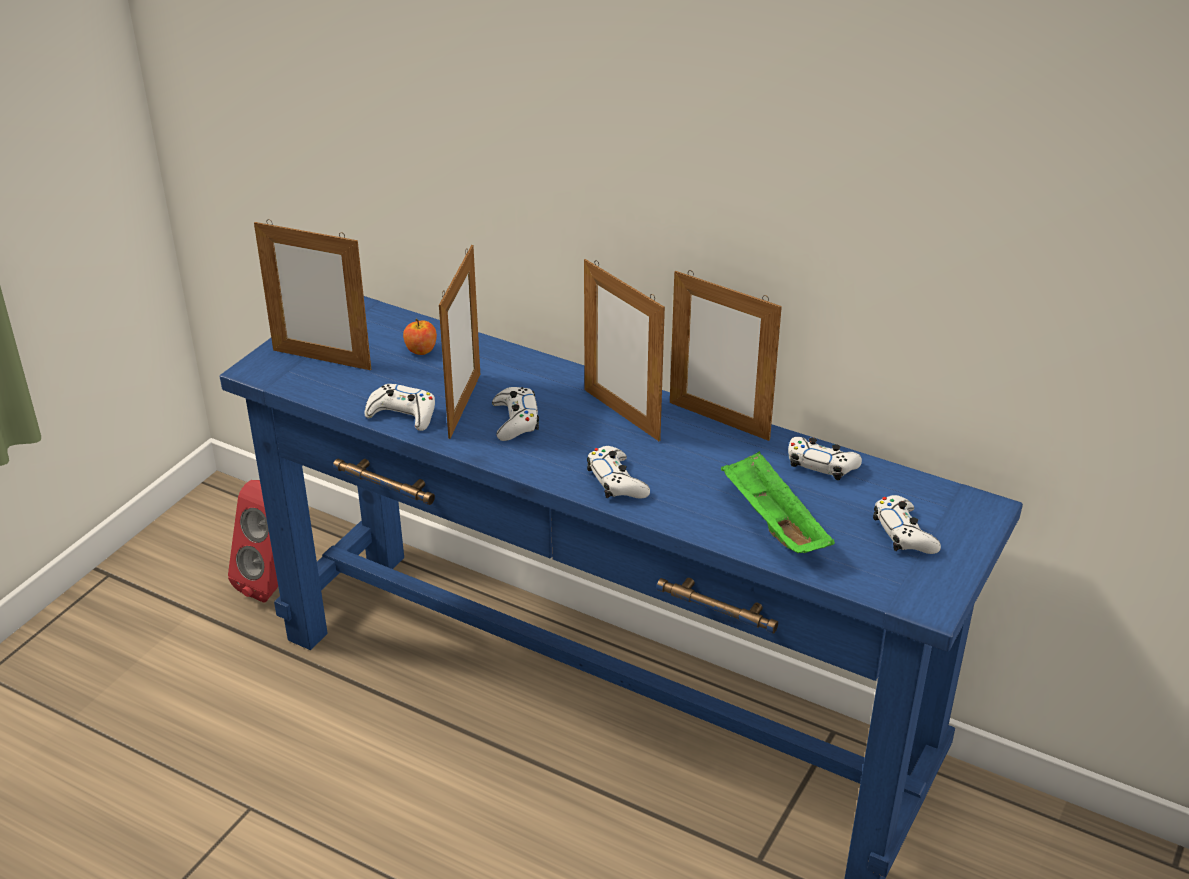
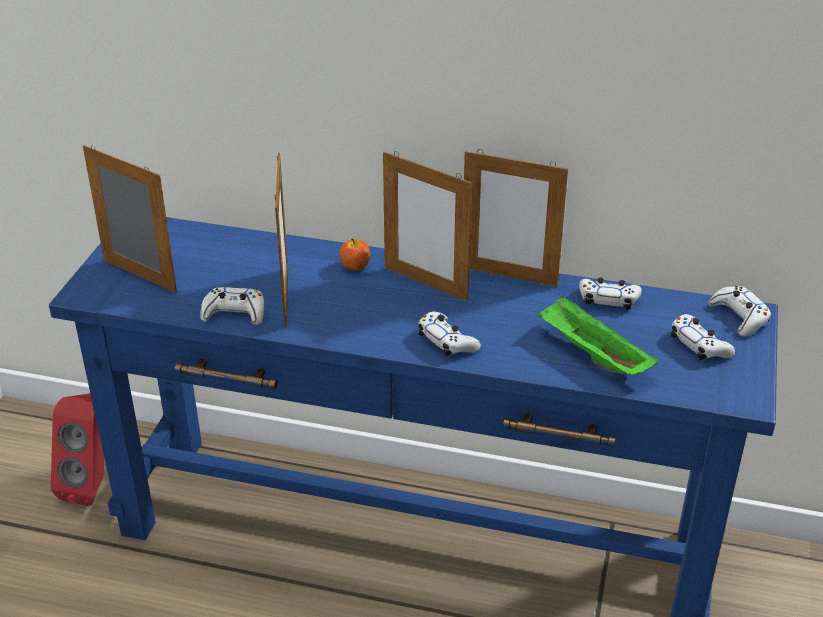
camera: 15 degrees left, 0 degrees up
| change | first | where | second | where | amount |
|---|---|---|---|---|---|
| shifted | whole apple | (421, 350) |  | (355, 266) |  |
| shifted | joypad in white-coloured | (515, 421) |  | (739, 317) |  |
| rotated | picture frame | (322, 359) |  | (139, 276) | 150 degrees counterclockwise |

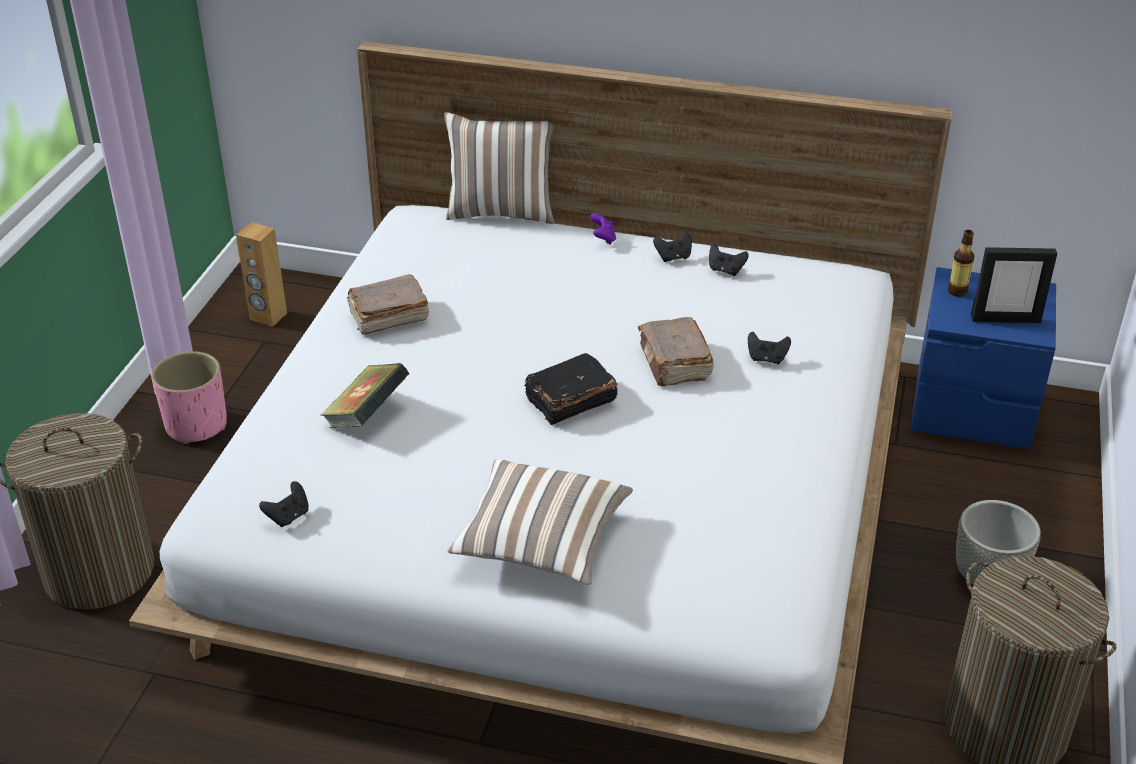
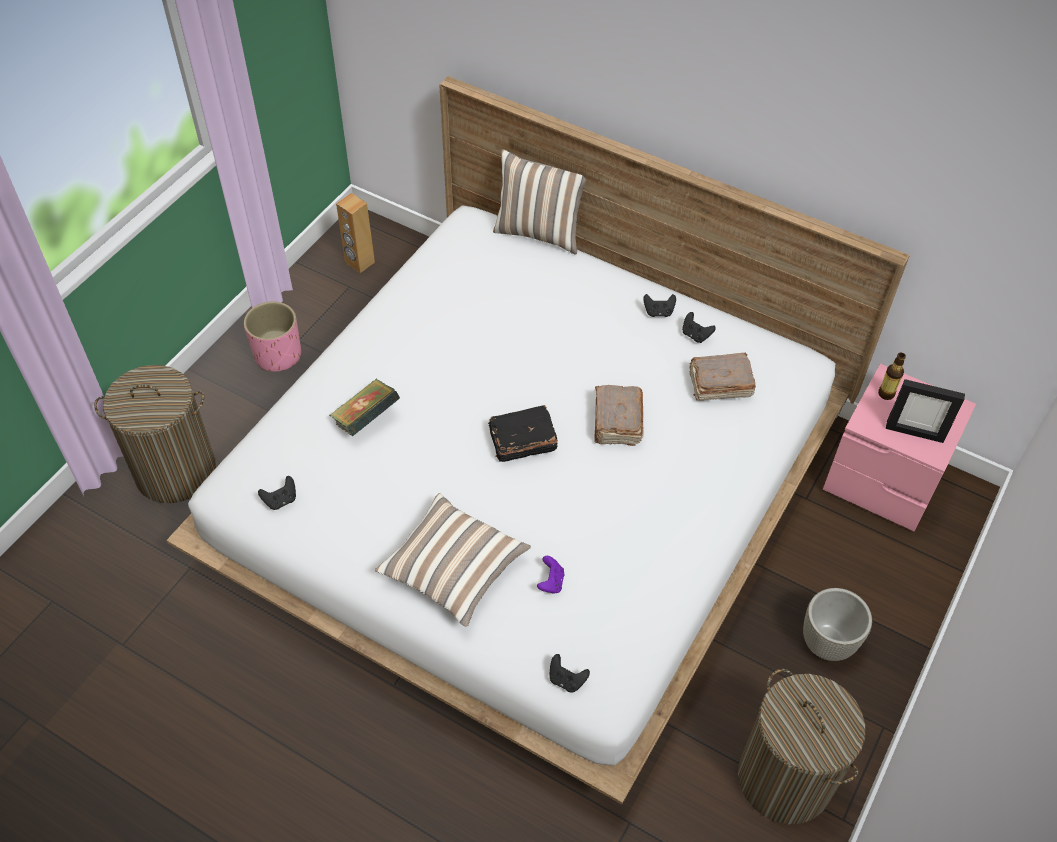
camera: 15 degrees right, 15 degrees up
| change | first | where | second | where | amount |
|---|---|---|---|---|---|
| shifted | book in brown-coloured | (387, 317) |  | (719, 385) |  |
| shifted | joypad in purple-coloured | (603, 239) |  | (551, 582) |  |
| shifted | joypad in black | (766, 359) |  | (566, 680) |  |
| repainted | bedside table in blue | (971, 408) | bedside table in pink-coloured | (884, 478) |  |

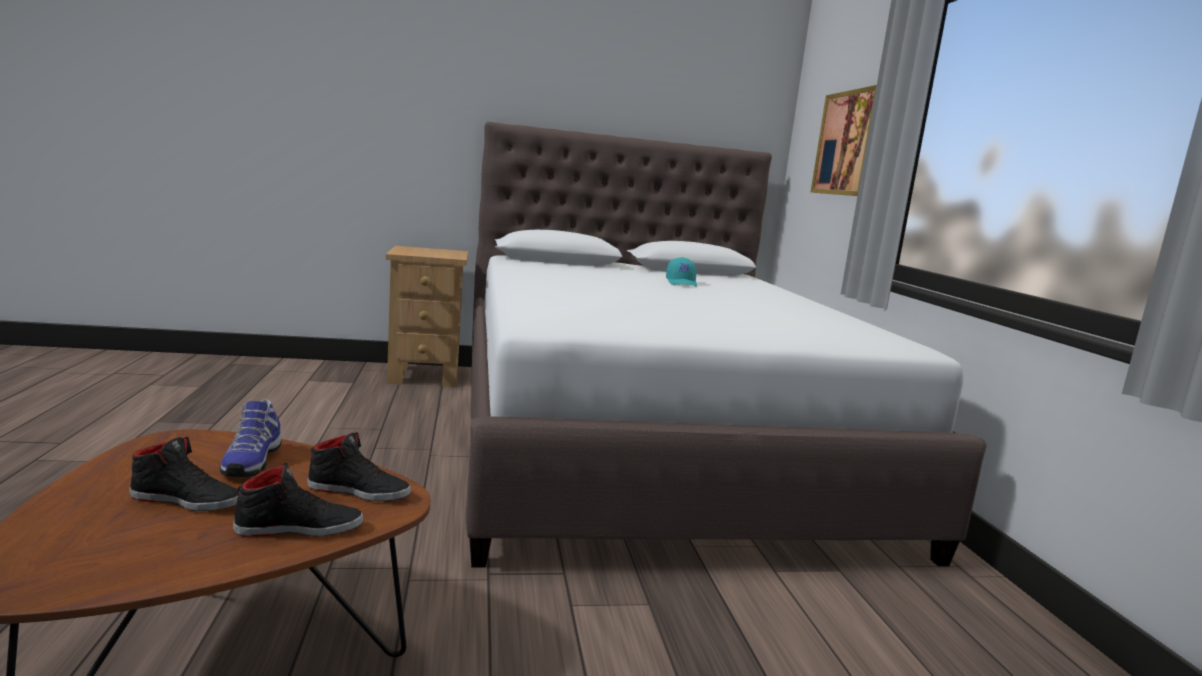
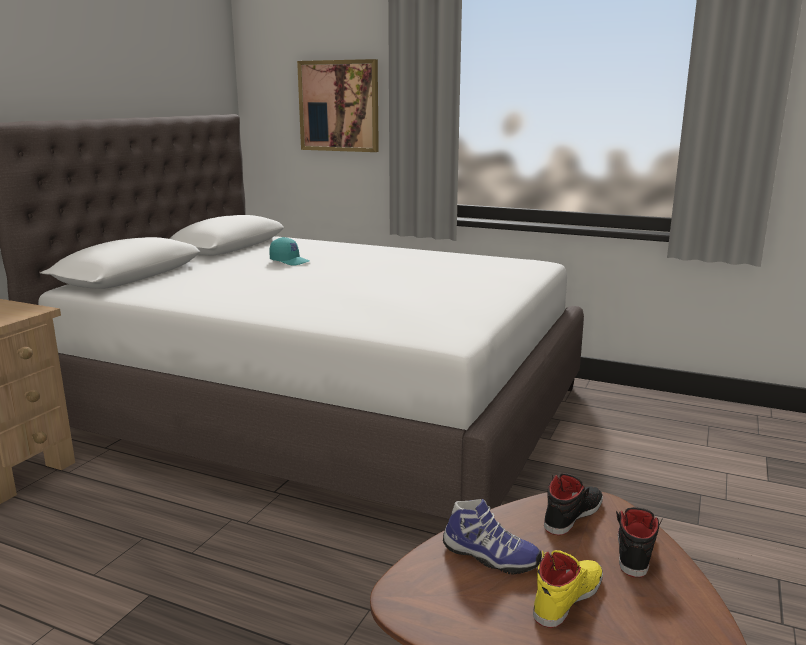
camera: 55 degrees left, 5 degrees up
| change | first | where | second | where | amount |
|---|---|---|---|---|---|
| repainted | low shoe in black | (187, 499) | low shoe in yellowish | (567, 597) |  |

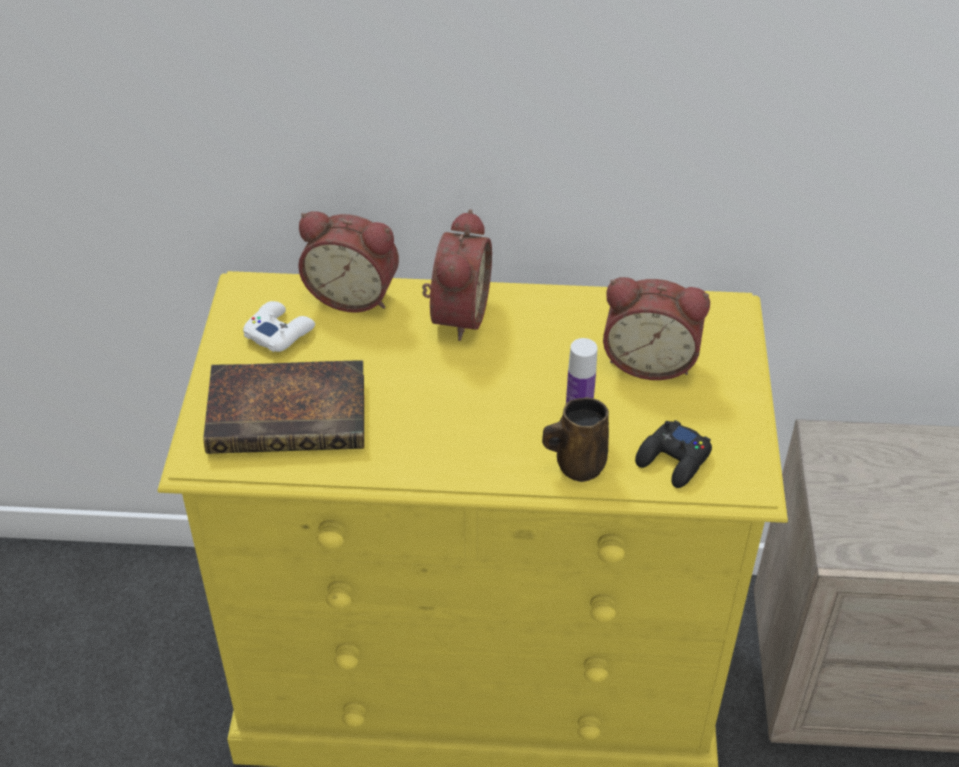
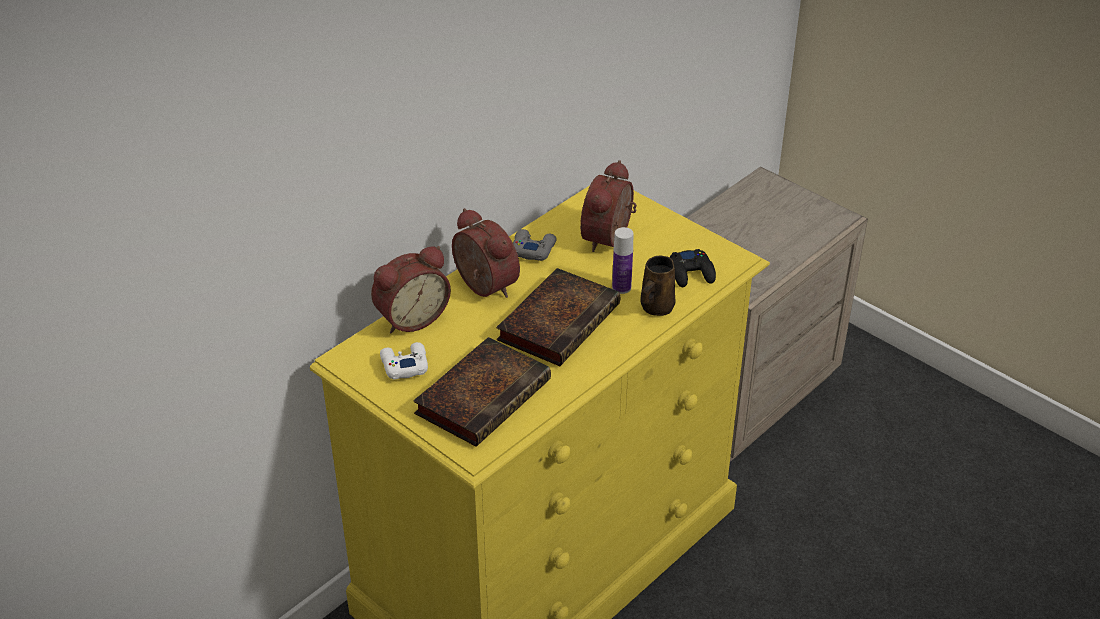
camera: 50 degrees left, 5 degrees down
| change | first | where | second | where | amount |
|---|---|---|---|---|---|
| new |  |  | book | (559, 321) |  |
| new |  |  | joypad in grey | (533, 249) |  |
| rotated | table clock | (650, 360) |  | (610, 238) | 150 degrees clockwise |

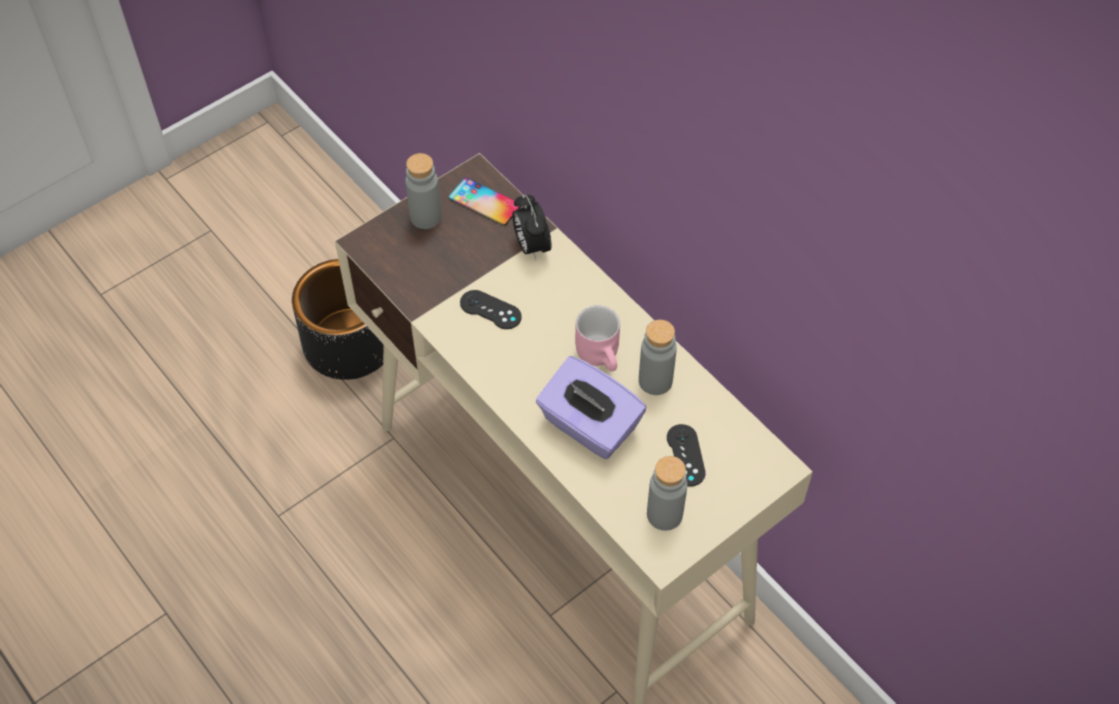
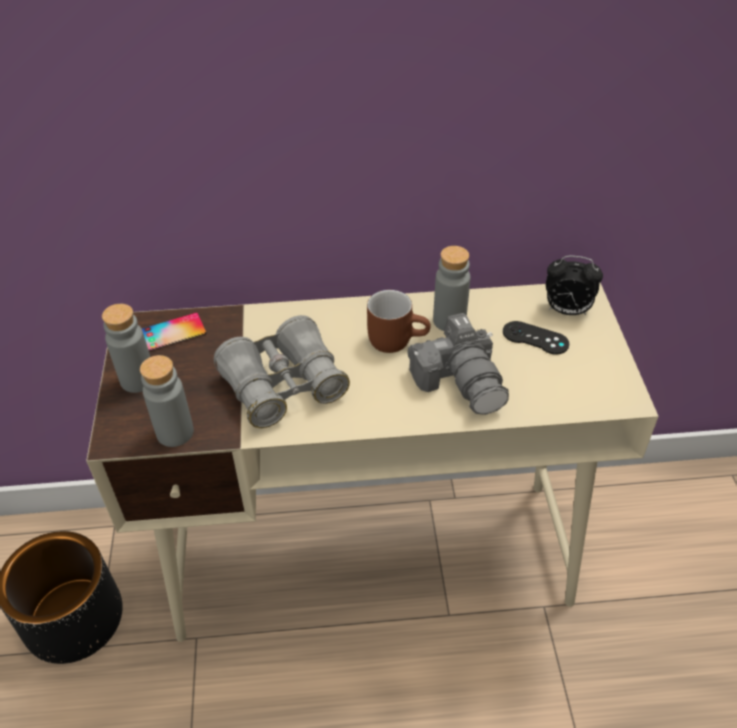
camera: 55 degrees left, 10 degrees down
| change | first | where | second | where | amount |
|---|---|---|---|---|---|
| shifted | table clock | (531, 246) |  | (566, 311) |  |
| shifted | beverage bottle in grey | (664, 514) |  | (175, 432) |  |
| swapped | joypad in black | (490, 310) | pair of binoculars in grey | (283, 385) |  |
| swapped | tissue box in purple-coloured | (589, 426) | still camera | (461, 381) |  |
| repainted | tea mug in pink-coloured | (602, 355) | tea mug in brown-coloured | (397, 338) |  |

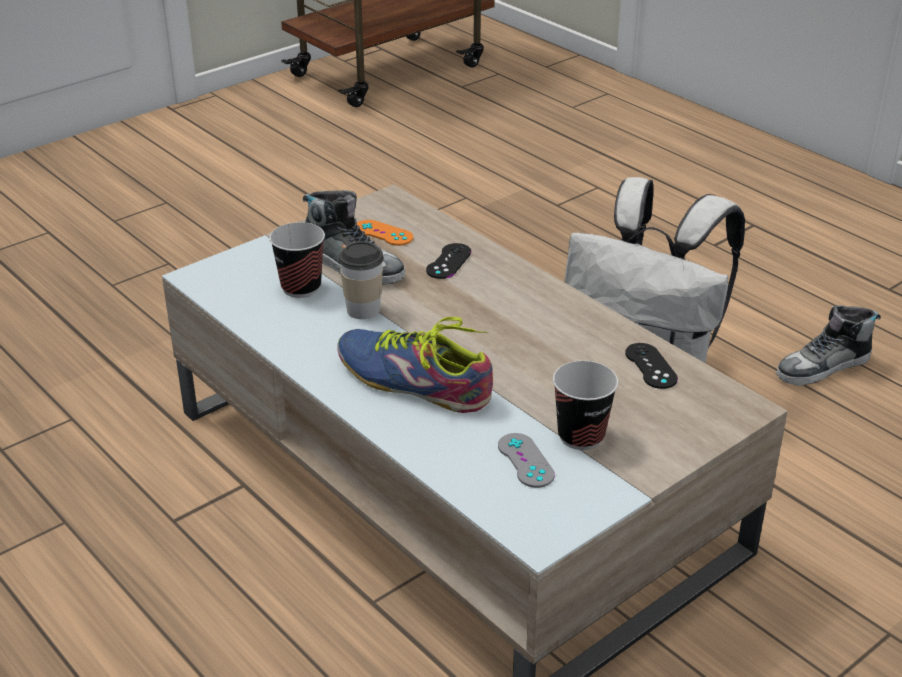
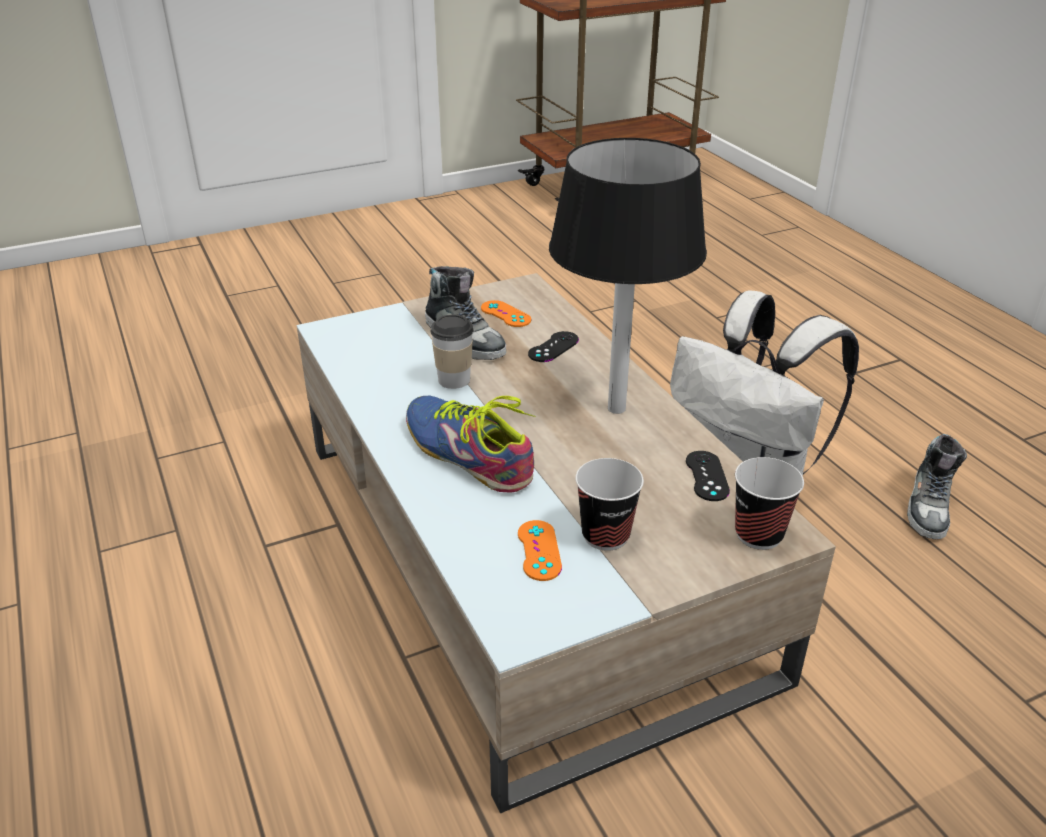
camera: 15 degrees right, 0 degrees up
| change | first | where | second | where | amount |
|---|---|---|---|---|---|
| new |  |  | tabletop lamp in black | (617, 408) |  |
| shifted | cup | (301, 287) |  | (758, 534) |  |
| repainted | joypad in grey | (525, 460) | joypad in orange-coloured | (539, 550) |  |
| rotated | low shoe | (823, 367) |  | (929, 506) | 60 degrees counterclockwise |

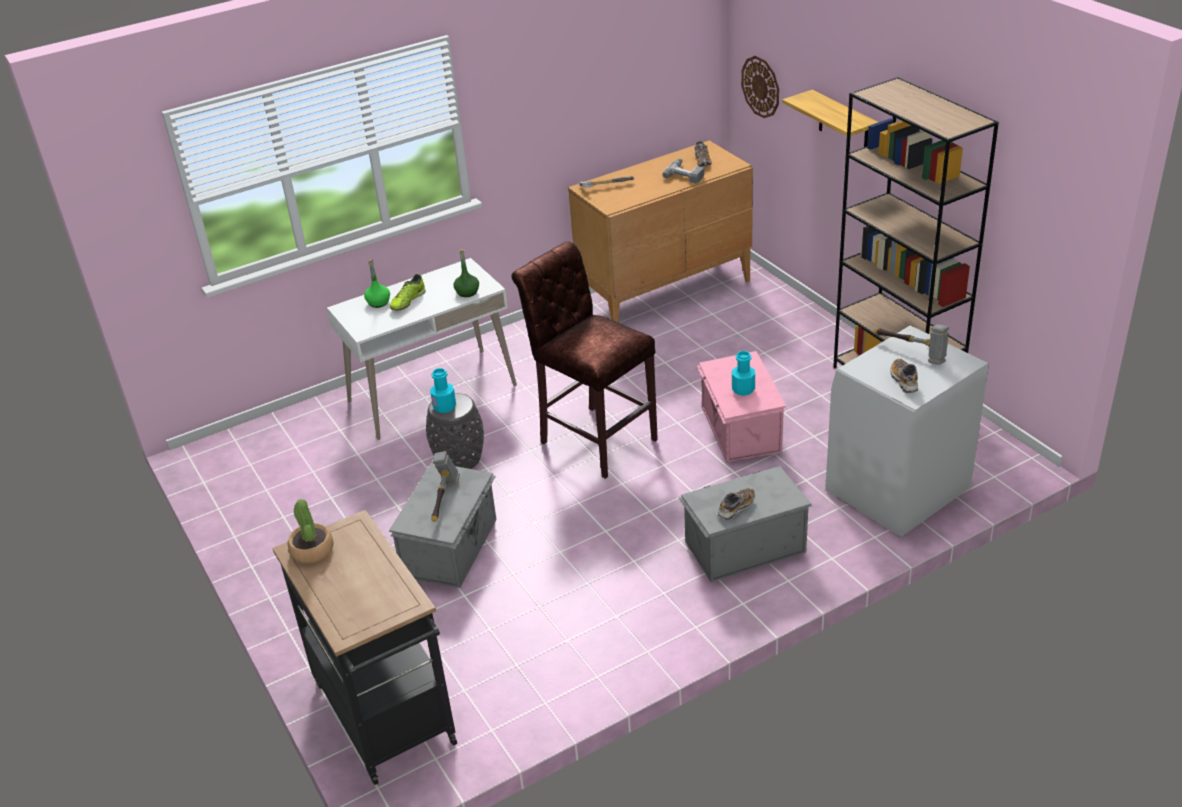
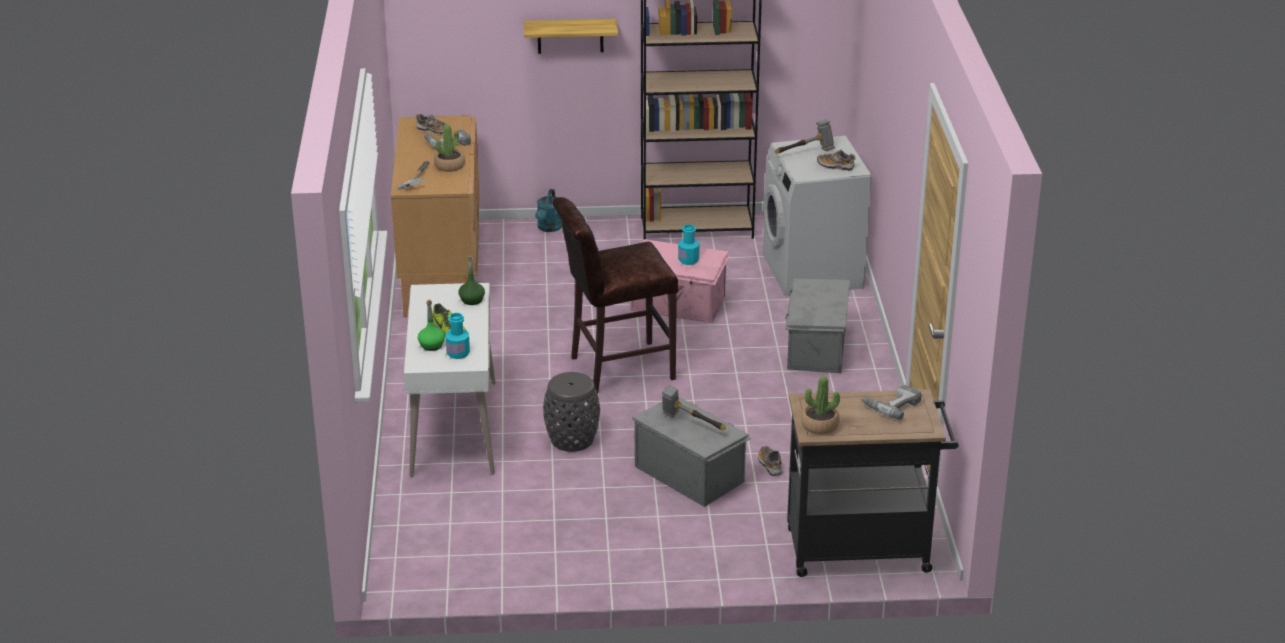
camera: 65 degrees left, 5 degrees down
| change | first | where | second | where | amount |
|---|---|---|---|---|---|
| gone | hanging clock | (761, 86) |  |  |  |
| new |  |  | plant in a pot | (449, 166) |  |
| new |  |  | watering can in blue-green | (548, 228) |  |
| new |  |  | electric drill | (891, 405) |  |
| shifted | beverage bottle in blue-green | (444, 406) |  | (458, 353) |  |
| shifted | low shoe | (736, 508) |  | (770, 465) |  |

